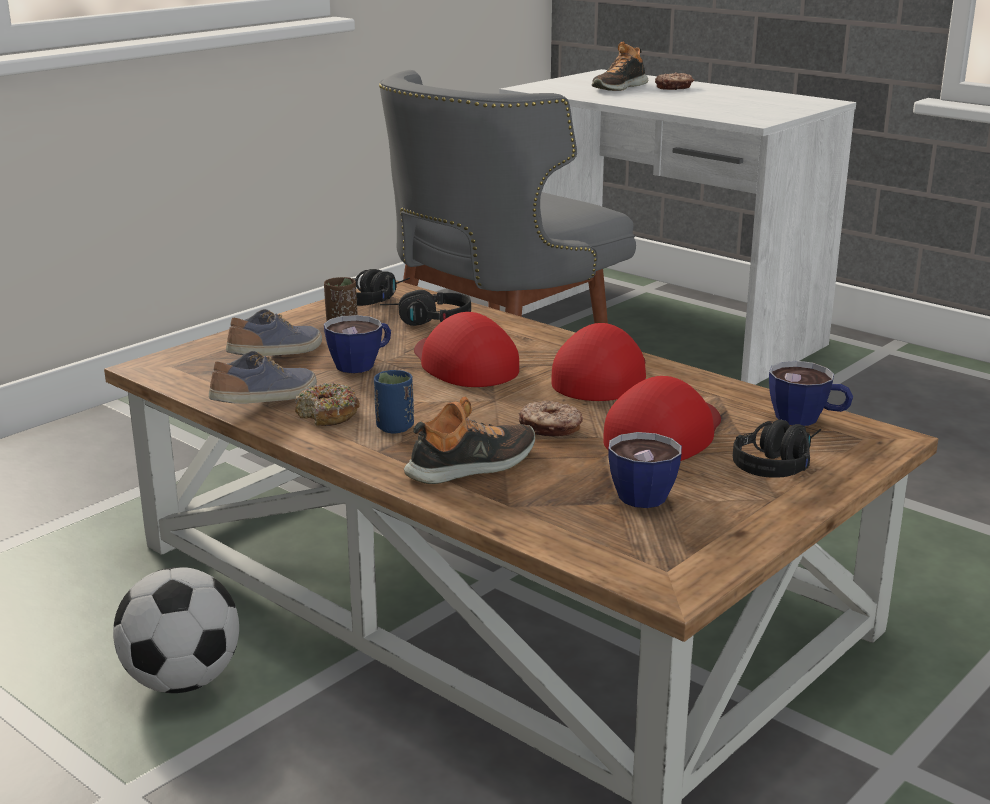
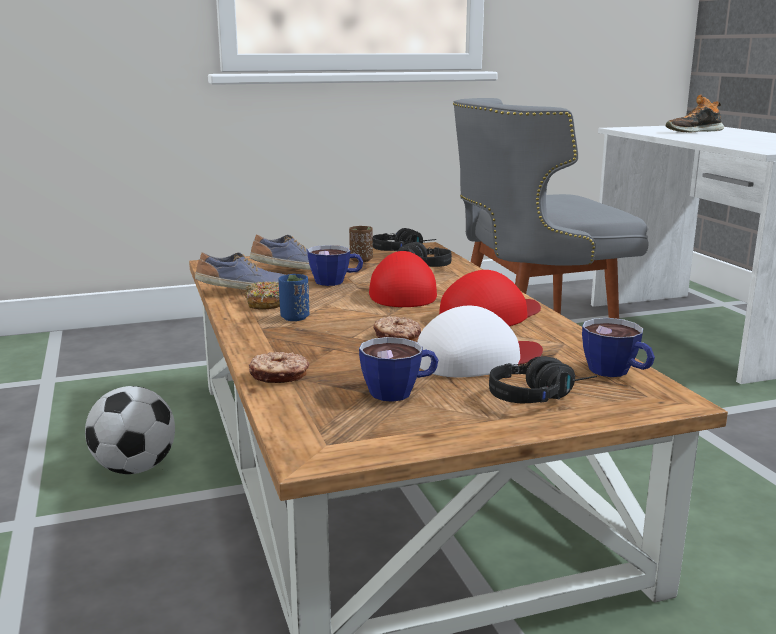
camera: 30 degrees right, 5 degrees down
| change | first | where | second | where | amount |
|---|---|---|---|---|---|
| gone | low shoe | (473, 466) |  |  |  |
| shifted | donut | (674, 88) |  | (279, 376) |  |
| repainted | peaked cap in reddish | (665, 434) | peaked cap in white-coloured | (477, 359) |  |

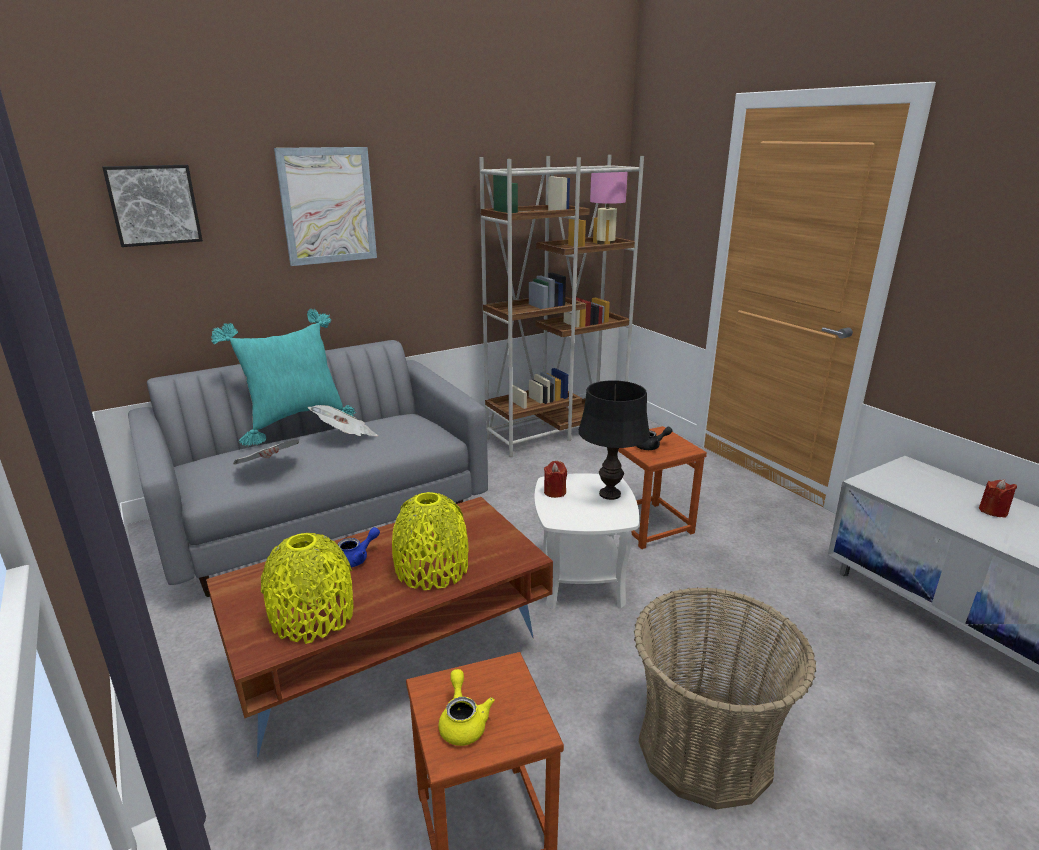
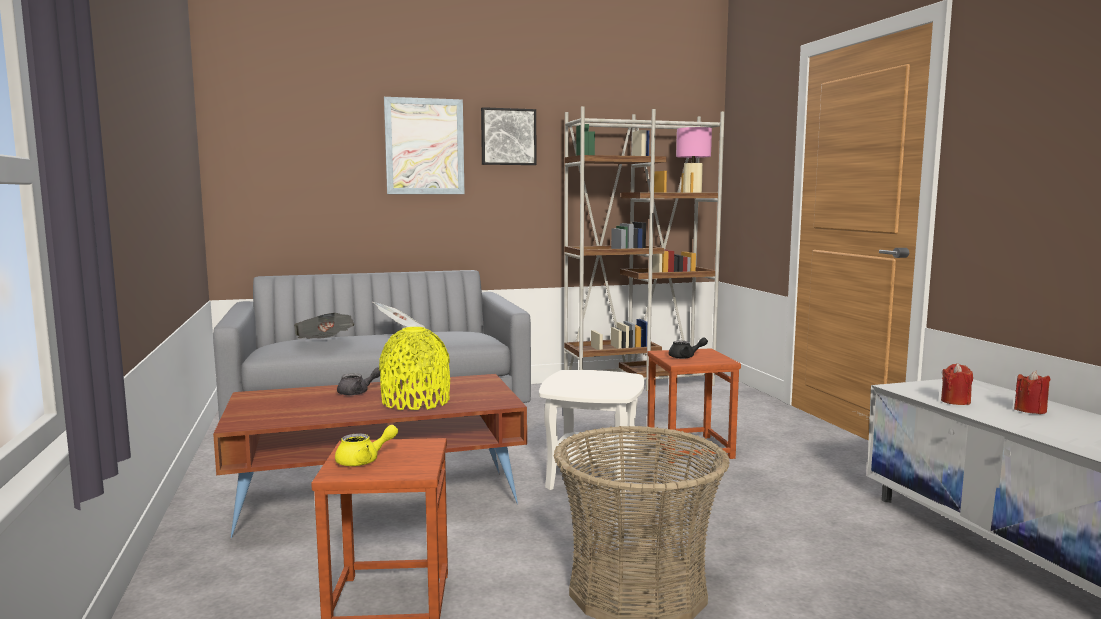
camera: 15 degrees right, 15 degrees down
| change | first | where | second | where | amount |
|---|---|---|---|---|---|
| gone | cushion in blue-green | (295, 430) |  |  |  |
| gone | flower vase in yellowish | (313, 616) |  |  |  |
| gone | tabletop lamp in black | (609, 494) |  |  |  |
| shifted | wall picture | (154, 205) |  | (508, 137) |  |
| shifted | wax candle in reddish | (555, 492) |  | (955, 401) |  |
| repainted | teapot in blue | (356, 558) | teapot in grey | (358, 392) |  |
| rotated | teapot in yellowish | (463, 722) |  | (364, 461) | 60 degrees clockwise |

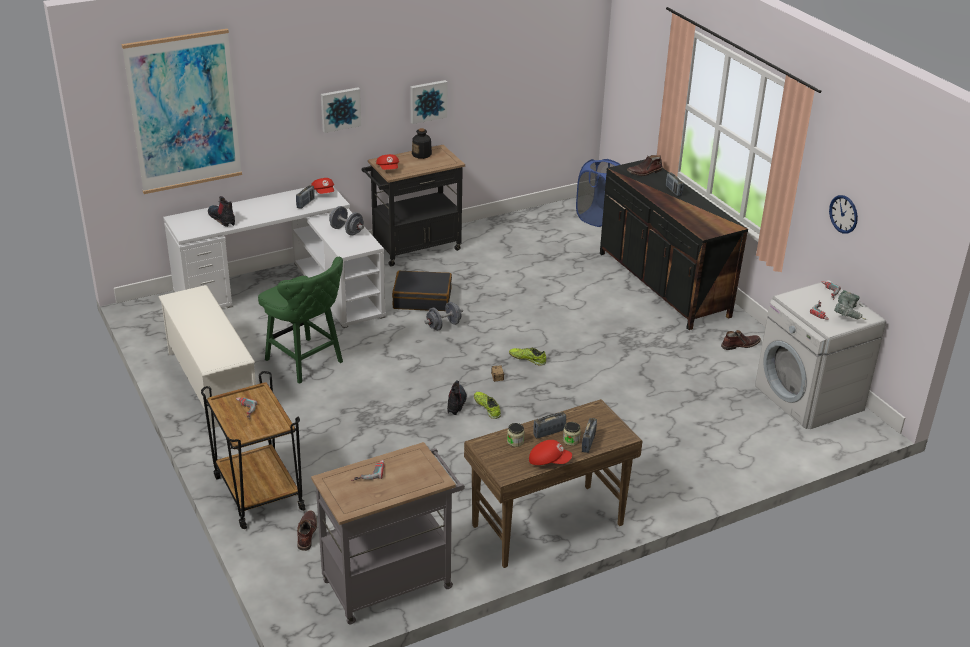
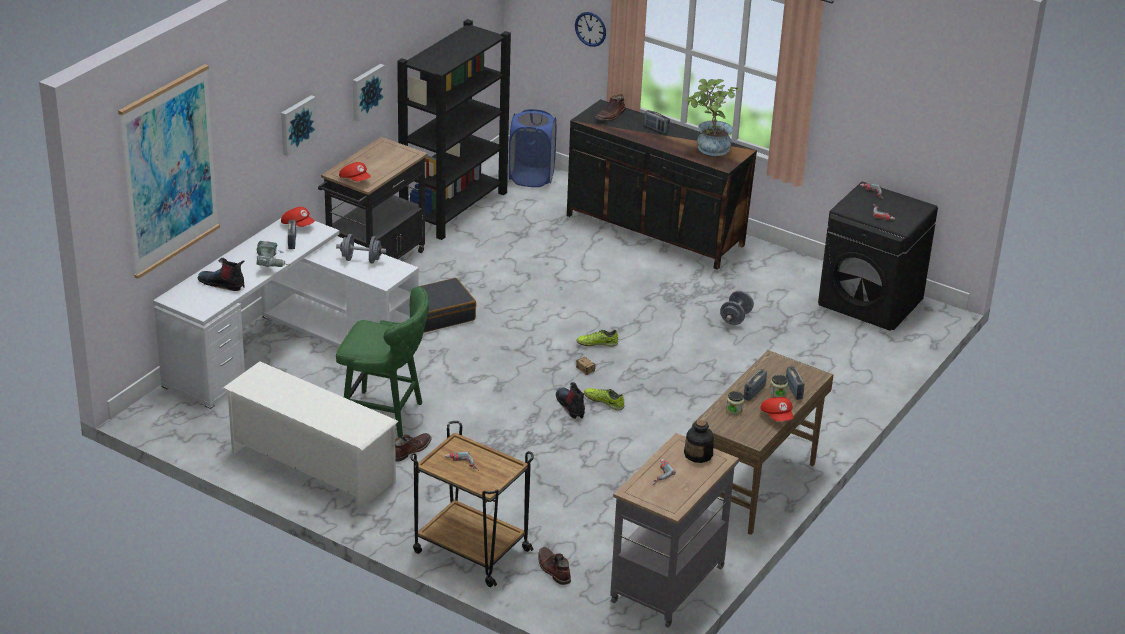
camera: 30 degrees left, 0 degrees up
| change | first | where | second | where | amount |
|---|---|---|---|---|---|
| new |  |  | shelving unit in black | (453, 208) |  |
| new |  |  | plant in a pot | (709, 149) |  |
| shifted | beverage bottle | (422, 154) |  | (698, 454) |  |
| shifted | free weight in grey | (443, 325) |  | (735, 318) |  |
| shifted | tall boot in brown-coloured | (740, 345) |  | (410, 450) |  |
| shifted | hanging clock | (843, 214) |  | (590, 29) |  |
| shifted | electric drill | (849, 314) |  | (272, 263) |  |
| repainted | washing machine in white-coloured | (807, 398) | washing machine in black | (869, 302) |  |
| rotated | peaked cap in reddish | (549, 461) |  | (777, 416) | 90 degrees clockwise |

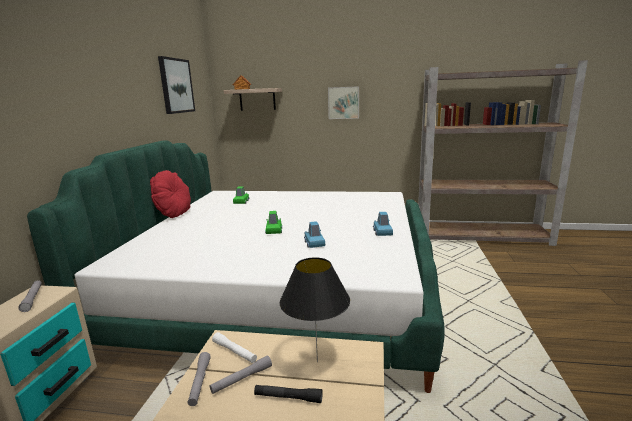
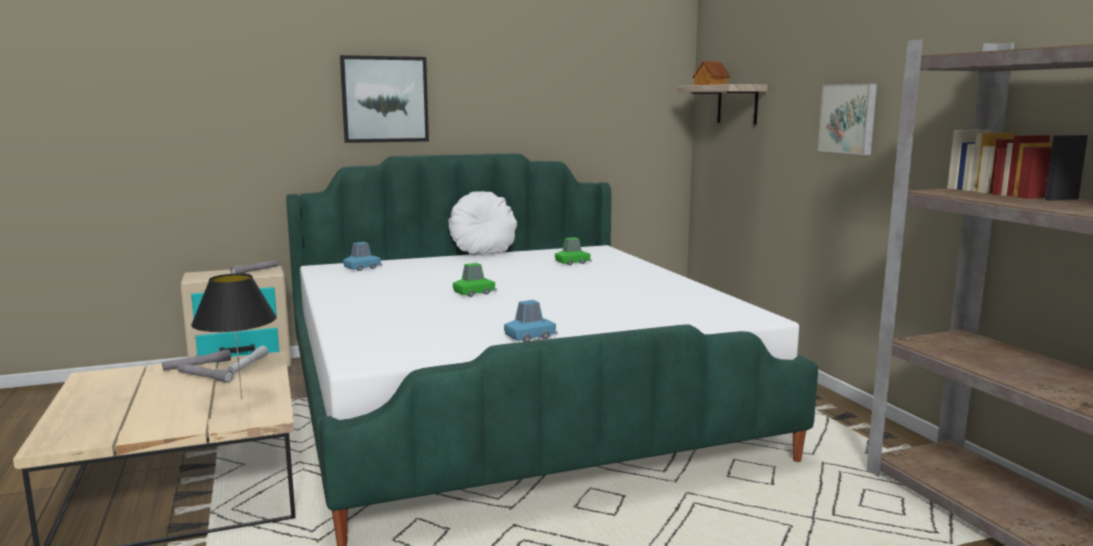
camera: 60 degrees right, 5 degrees down
| change | first | where | second | where | amount |
|---|---|---|---|---|---|
| gone | hand torch in black | (288, 398) |  |  |  |
| shifted | wall picture | (176, 86) |  | (385, 99) |  |
| shifted | toy car in blue | (314, 243) |  | (362, 268) |  |
| repainted | cushion in reddish | (174, 215) | cushion in white-coloured | (483, 253) |  |

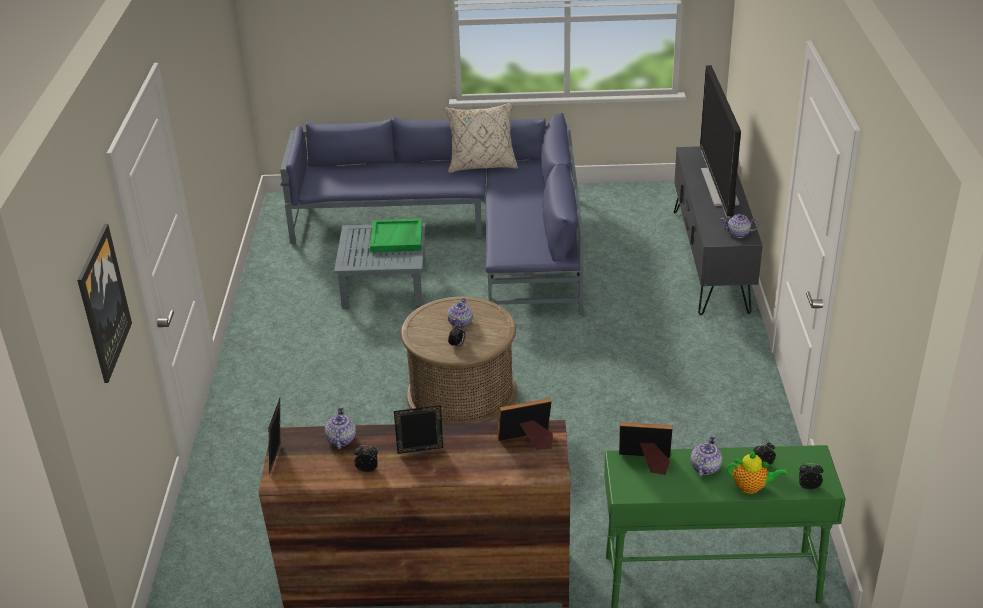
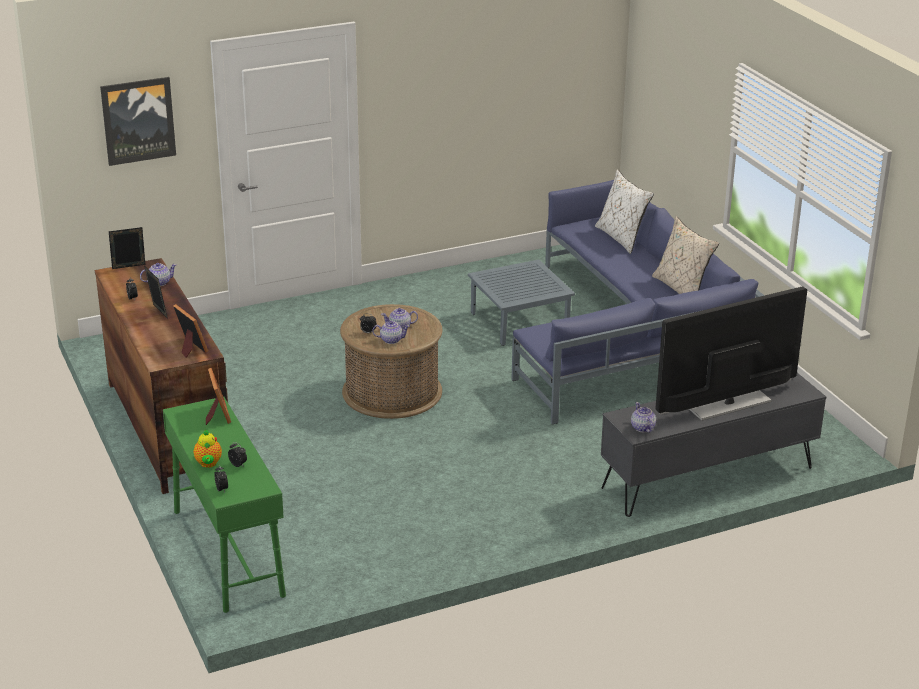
camera: 65 degrees right, 5 degrees down
| change | first | where | second | where | amount |
|---|---|---|---|---|---|
| gone | carrying tray in green | (397, 238) |  |  |  |
| new |  |  | cushion in white-coloured | (622, 238) |  |
| shifted | teapot | (705, 468) |  | (391, 340) |  |

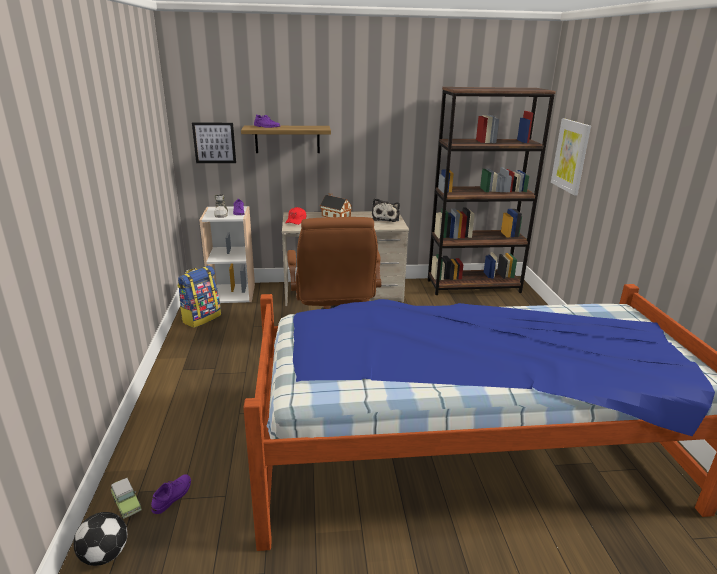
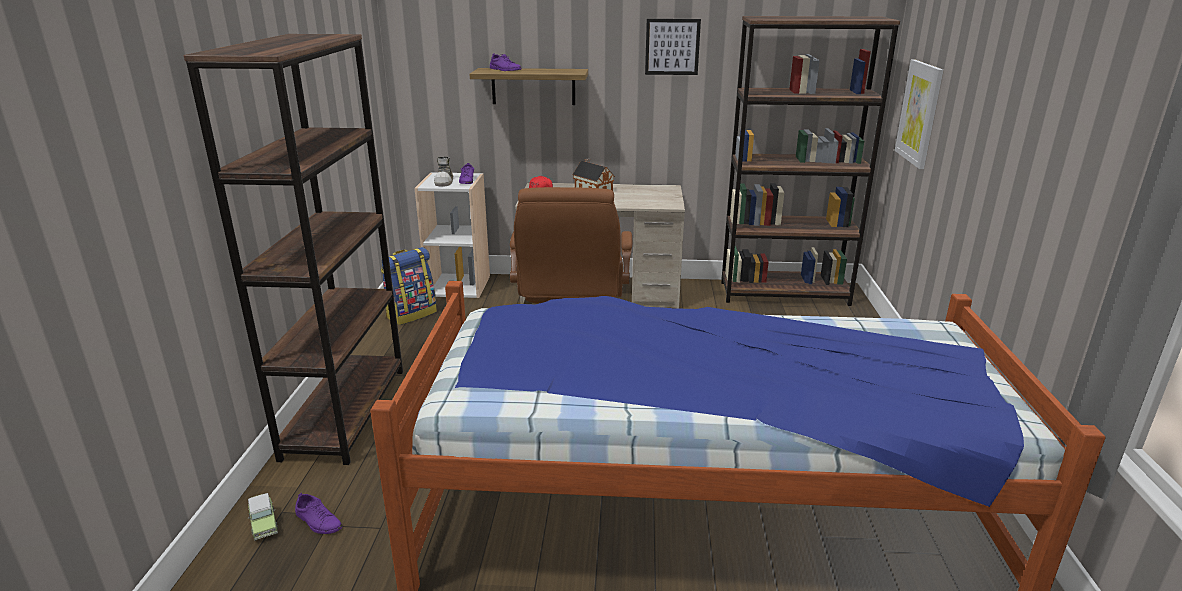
camera: 10 degrees right, 0 degrees up
| change | first | where | second | where | amount |
|---|---|---|---|---|---|
| gone | ball for football | (104, 554) |  |  |  |
| gone | plush toy | (386, 218) |  |  |  |
| new |  |  | shelving unit in brown-coloured | (346, 412) |  |
| shifted | wall picture | (214, 143) |  | (672, 47) |  |
| rotated | low shoe in purple-coloured | (172, 496) |  | (318, 521) | 90 degrees clockwise |

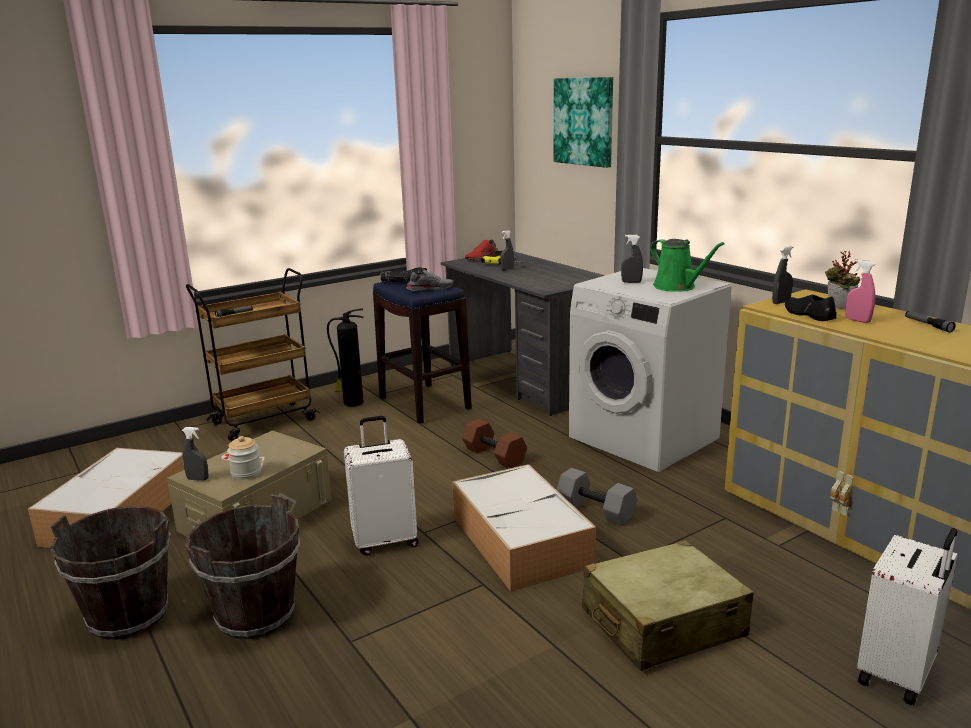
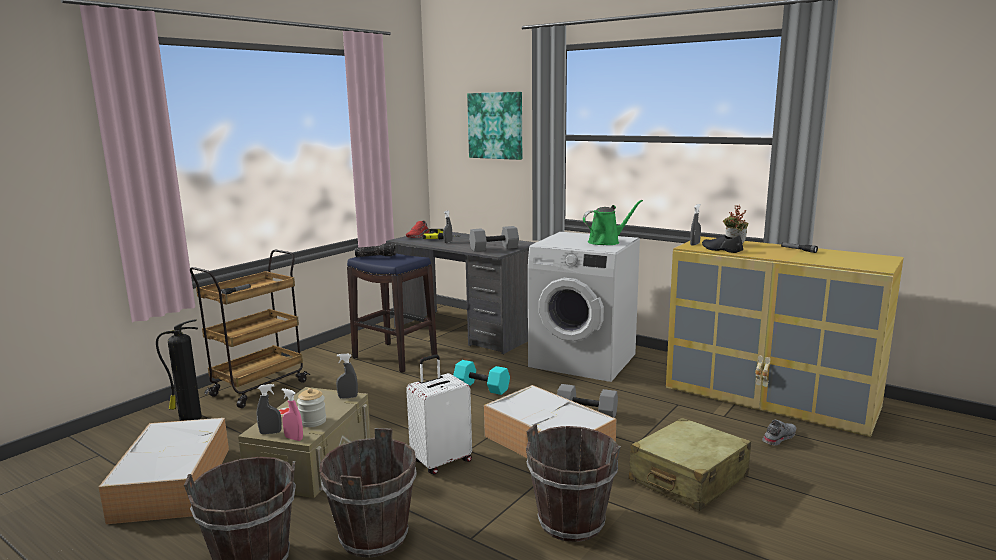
camera: 20 degrees left, 5 degrees down
| change | first | where | second | where | amount |
|---|---|---|---|---|---|
| gone | travel case in white-coloured | (898, 674) |  |  |  |
| new |  |  | free weight in grey | (494, 248) |  |
| new |  |  | water bucket in brown-coloured | (571, 522) |  |
| shifted | extinguisher | (352, 403) |  | (189, 419) |  |
| shifted | low shoe in grey | (430, 289) |  | (778, 437) |  |
| shifted | hand sprayer in grey | (631, 282) |  | (348, 397) |  |
| shifted | hand sprayer in pink-coloured | (857, 320) |  | (293, 438) |  |
| repainted | free weight in brown-coloured | (495, 455) | free weight in blue-green | (482, 387) |  |
| rotated | watering can in green | (677, 287) |  | (606, 242) | 60 degrees counterclockwise |

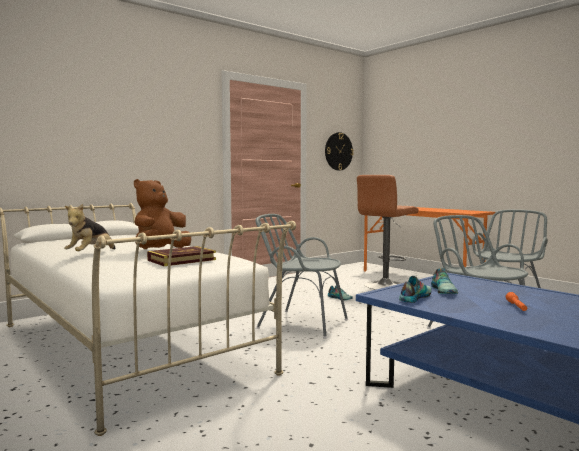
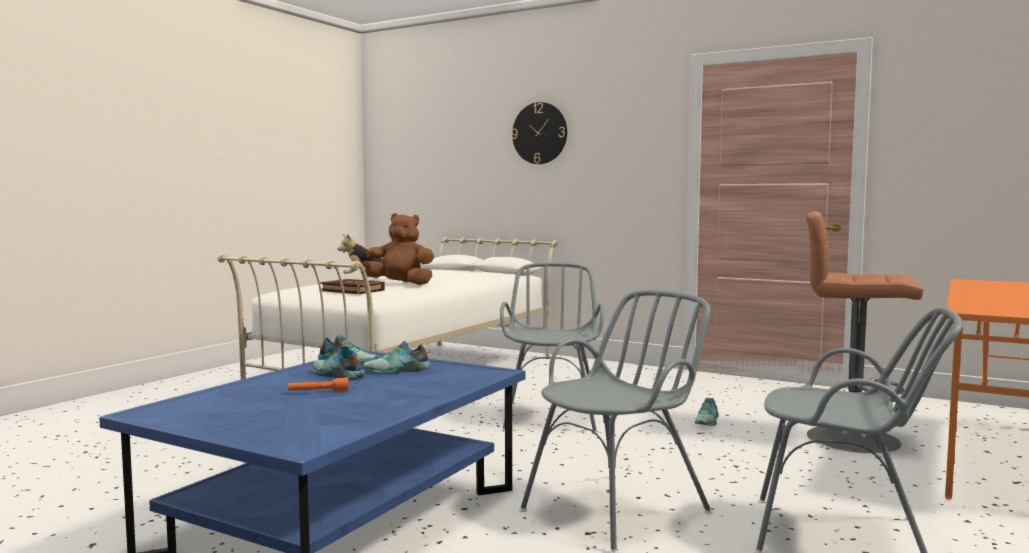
camera: 70 degrees right, 0 degrees up
| change | first | where | second | where | amount |
|---|---|---|---|---|---|
| new |  |  | low shoe | (336, 375) |  |
| shifted | hanging clock | (338, 151) |  | (539, 133) |  |

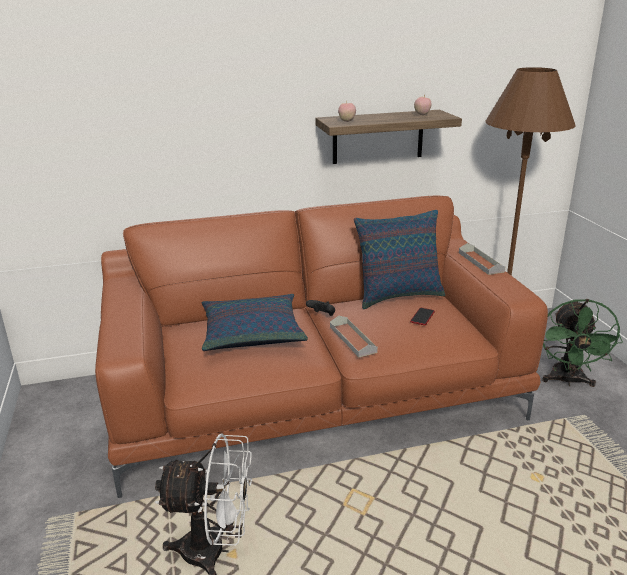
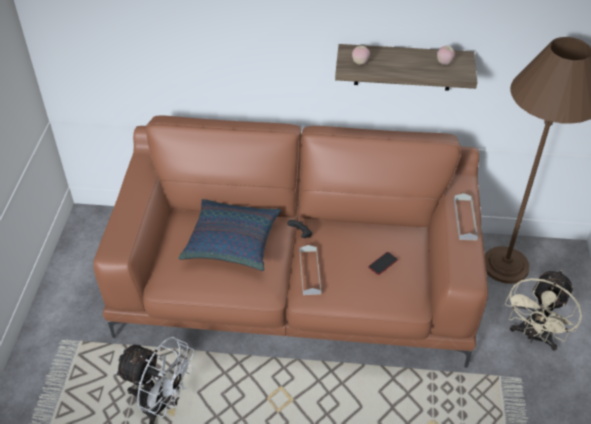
camera: 20 degrees right, 20 degrees up
| change | first | where | second | where | amount |
|---|---|---|---|---|---|
| gone | cushion in blue | (399, 297) |  |  |  |
| repainted | electric fan in green | (567, 381) | electric fan in beige-coloured | (533, 336) |  |

